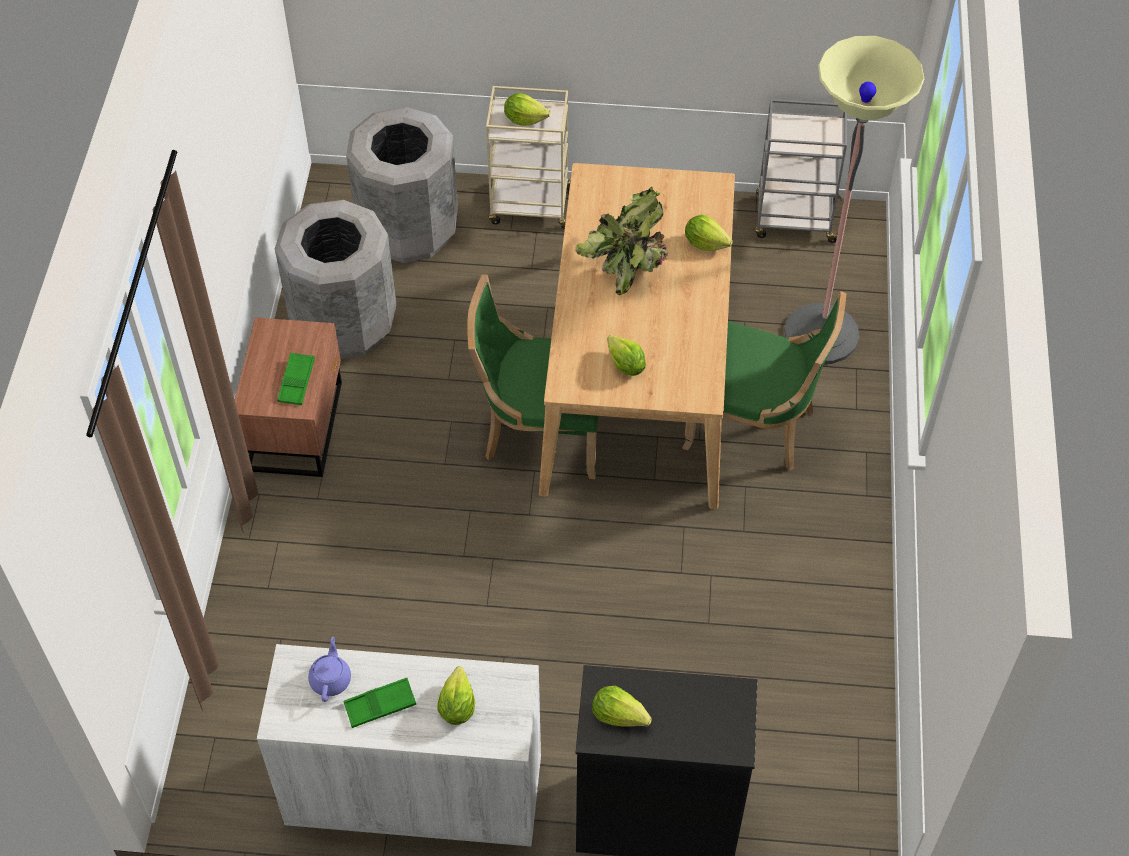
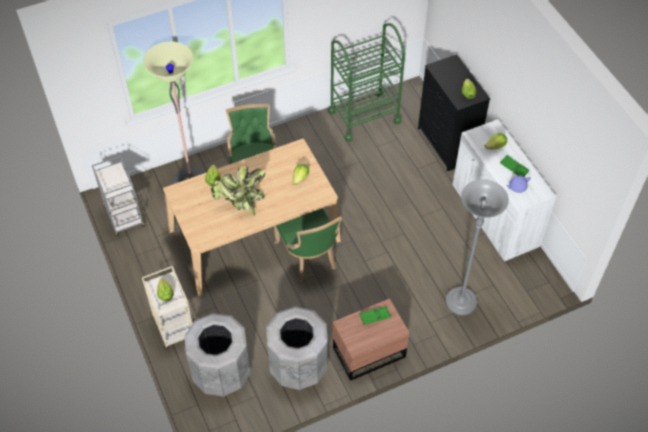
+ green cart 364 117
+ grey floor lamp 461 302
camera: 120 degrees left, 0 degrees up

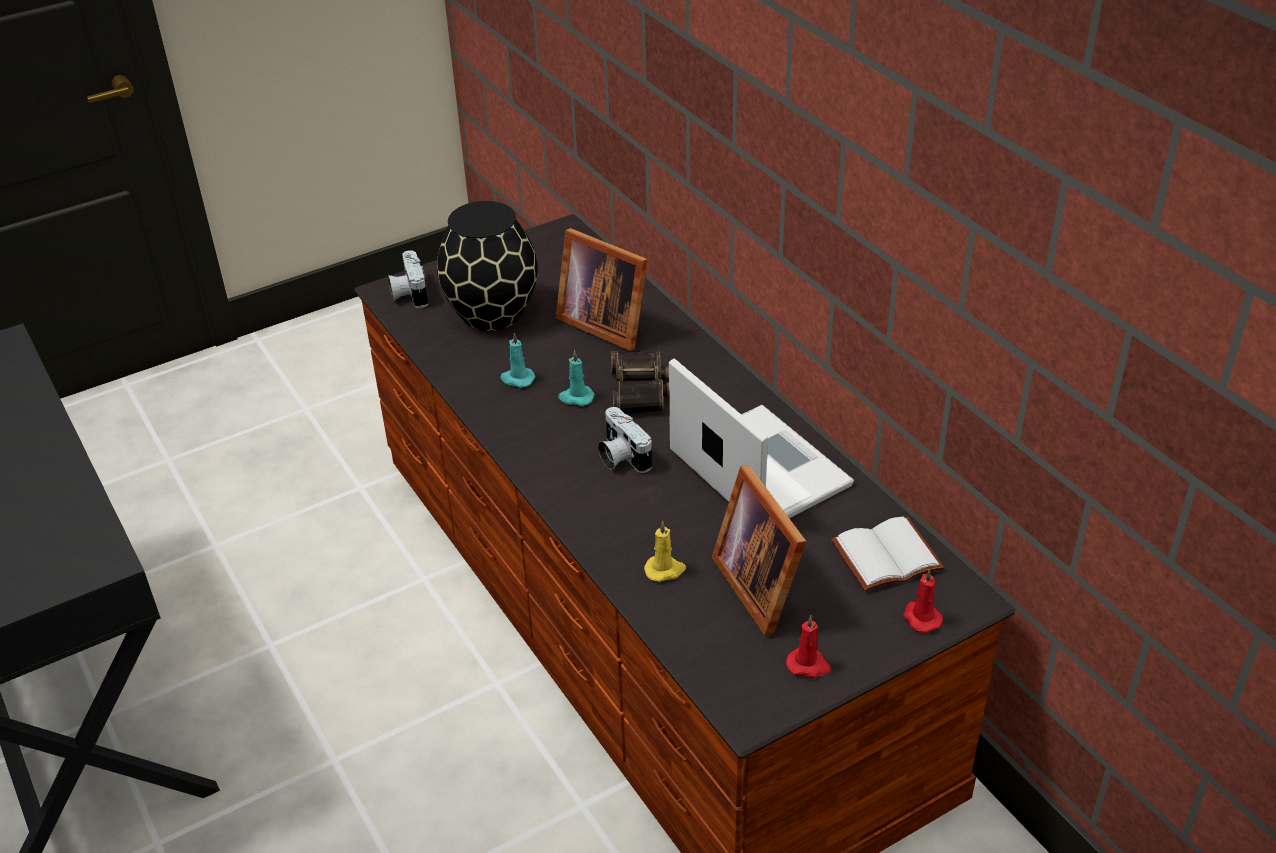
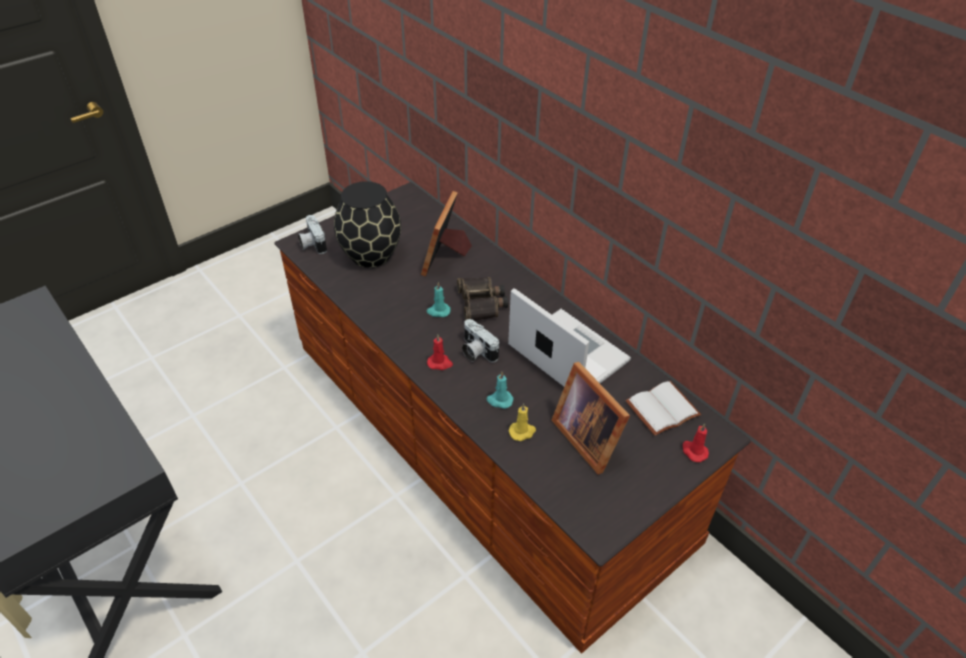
~ turquoise candle 517 379 to 499 400
~ picture frame 604 323 = 446 257 75 degrees clockwise
~ red candle 809 665 to 440 363
camera: 10 degrees left, 5 degrees up

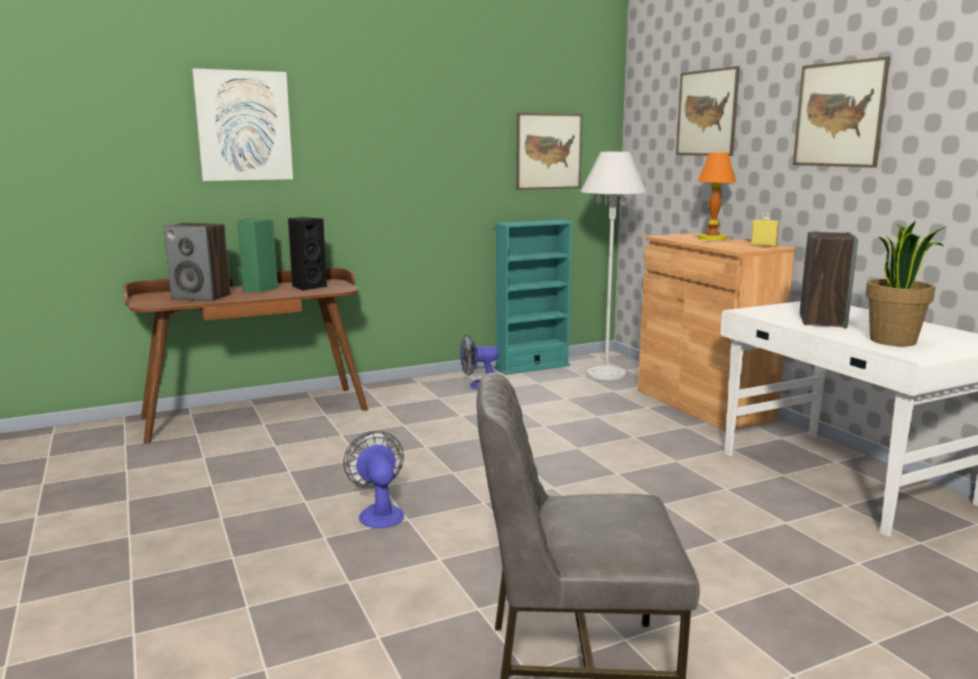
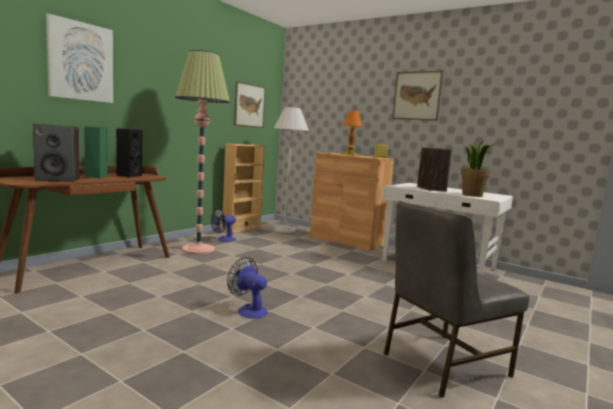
~ turquoise bookcase 532 367 to beige bookcase 241 229
- picture 707 113
+ floor lamp 198 249
camera: 30 degrees left, 5 degrees down

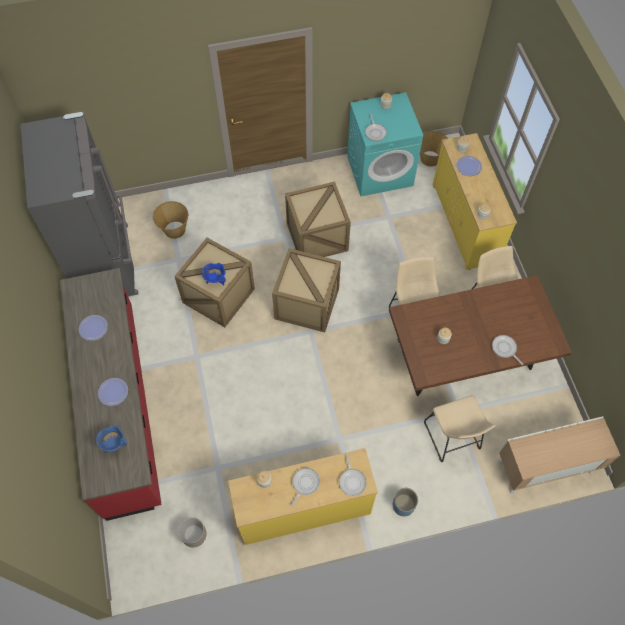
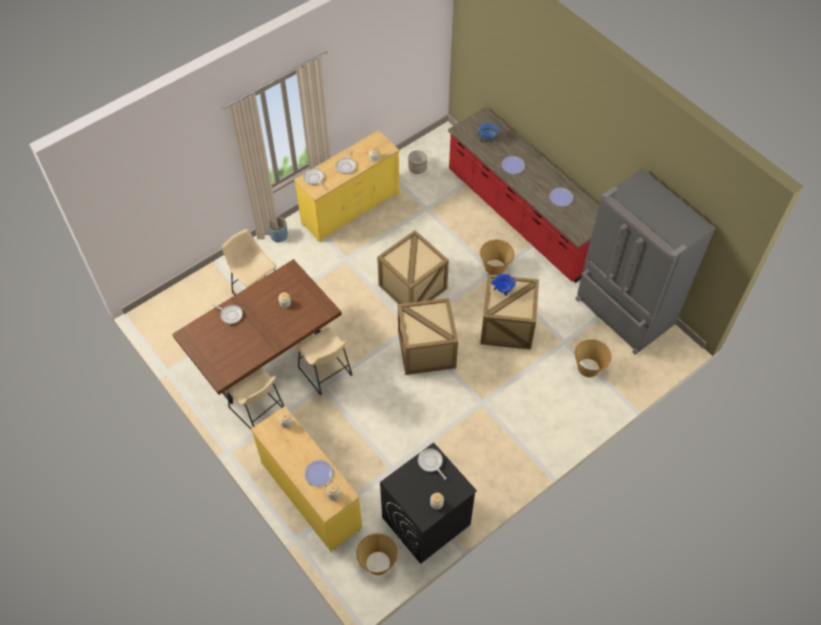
~ crate 318 237 to 411 286
~ turquoise washing machine 380 171 to black washing machine 426 521
- cabinet 545 468
+ basket 495 267
camera: 155 degrees right, 5 degrees down

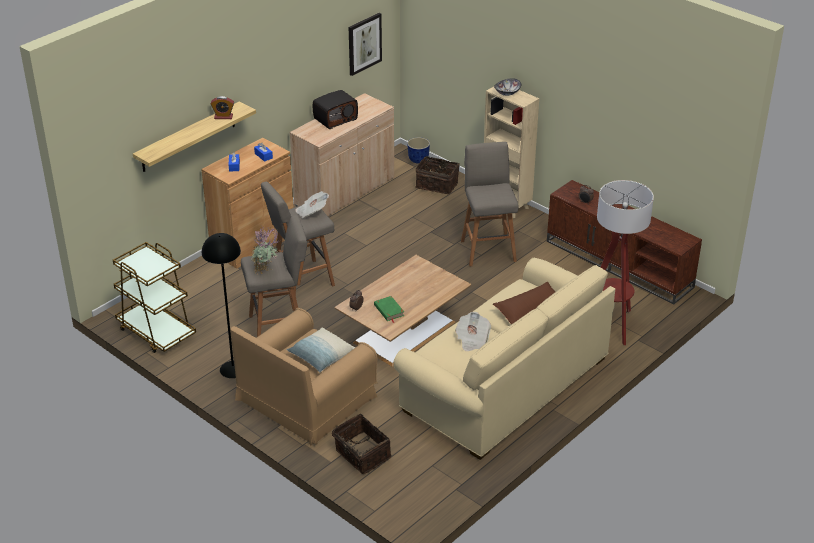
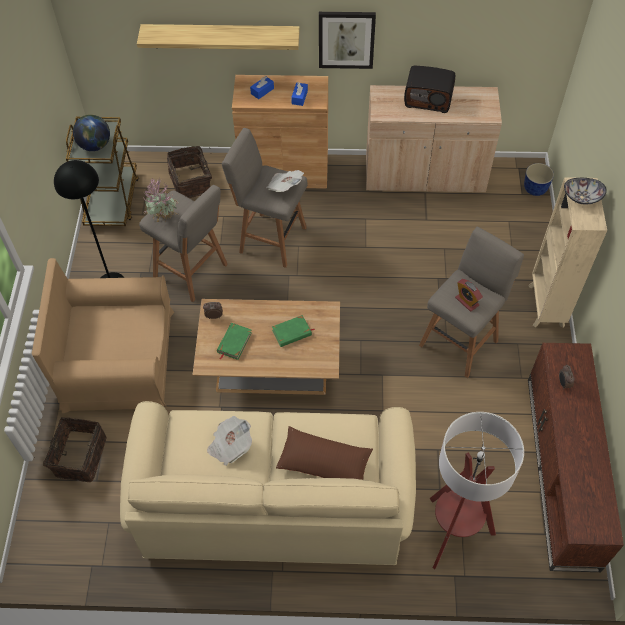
~ alarm clock 223 117 to 467 301
- pillow 321 357
~ picture 364 43 to 346 39
~ basket 437 184 to 191 181
+ globe 95 145
+ green book 292 333
camera: 50 degrees right, 20 degrees up

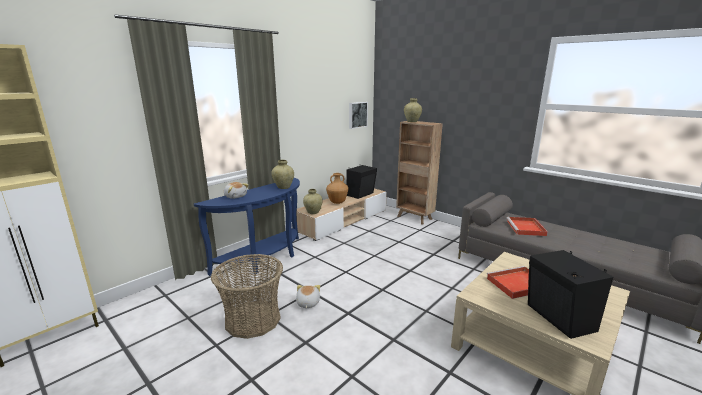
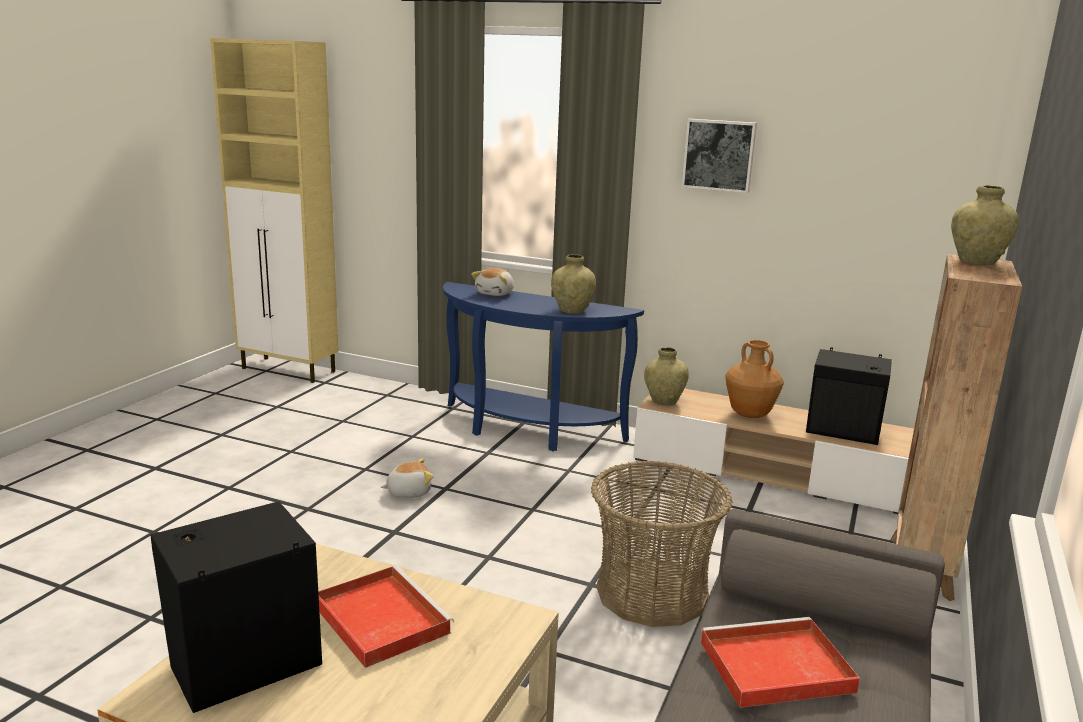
~ basket 252 319 to 652 593
~ picture 357 114 to 719 155
camera: 70 degrees right, 0 degrees up

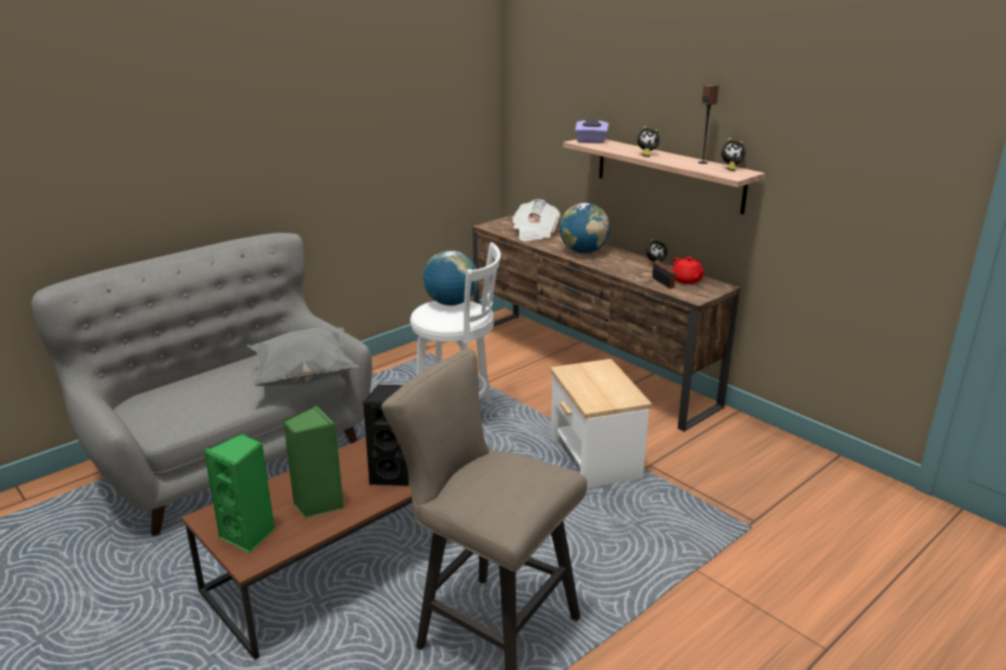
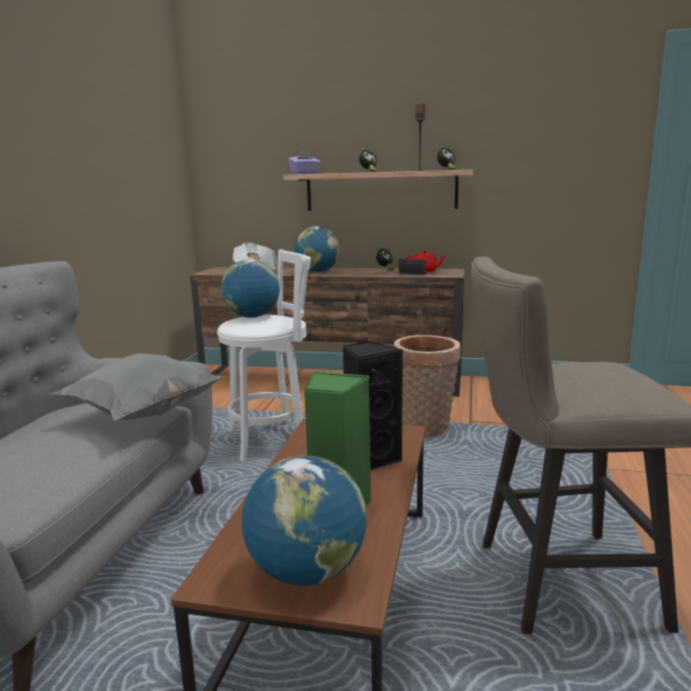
~ green speaker 250 535 to globe 307 572
~ side table 593 457 to basket 425 429
camera: 35 degrees left, 10 degrees down

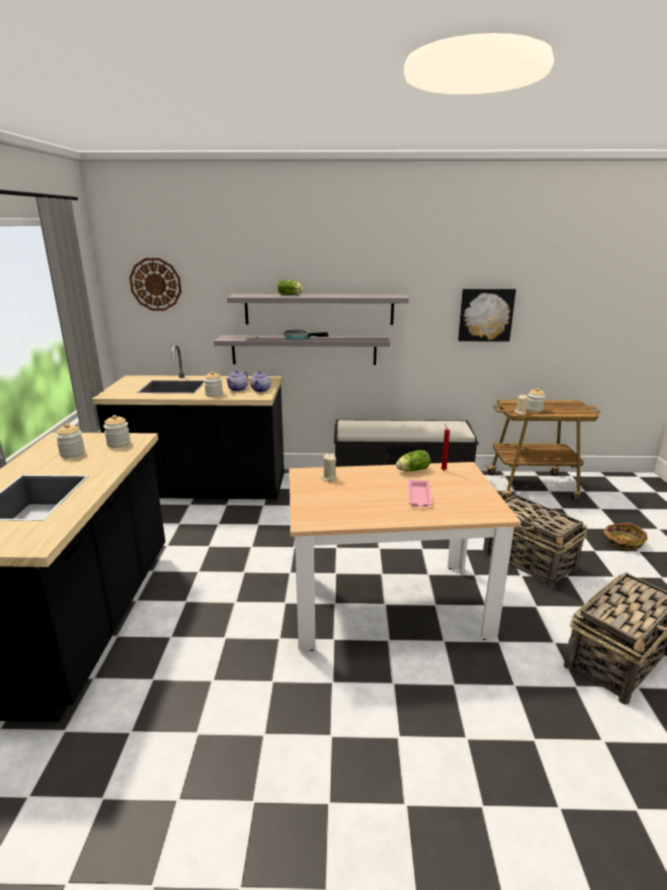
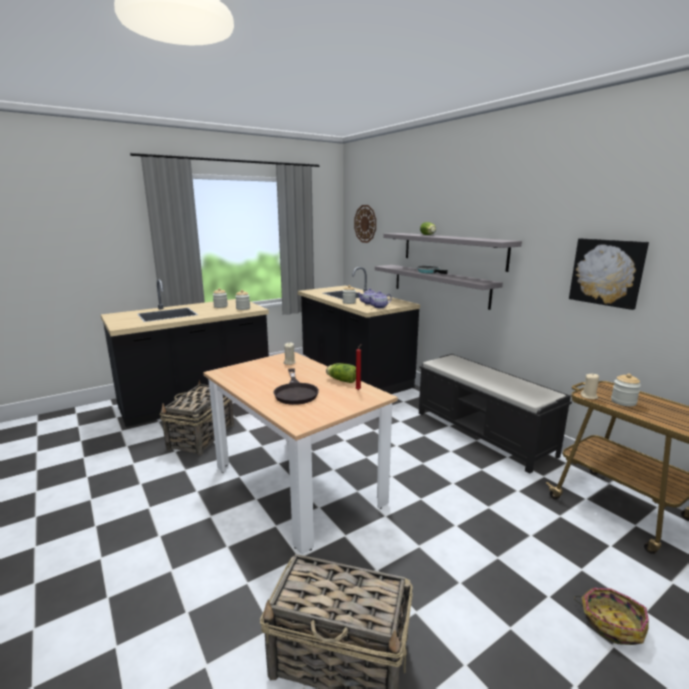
~ pink tray 419 496 to black frying pan 295 392
~ basket 529 561 to 201 436
camera: 55 degrees right, 5 degrees down

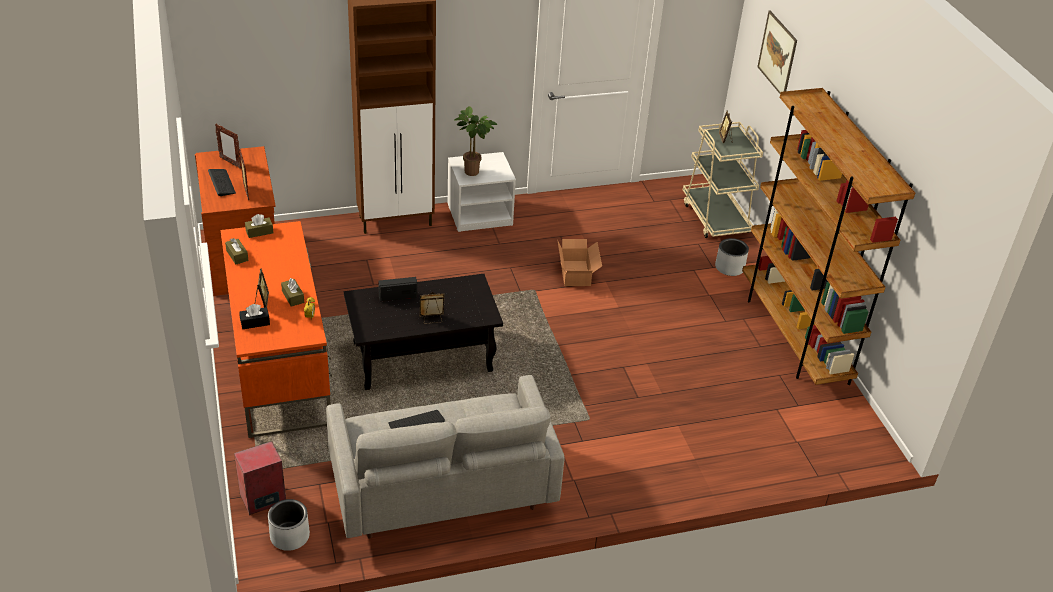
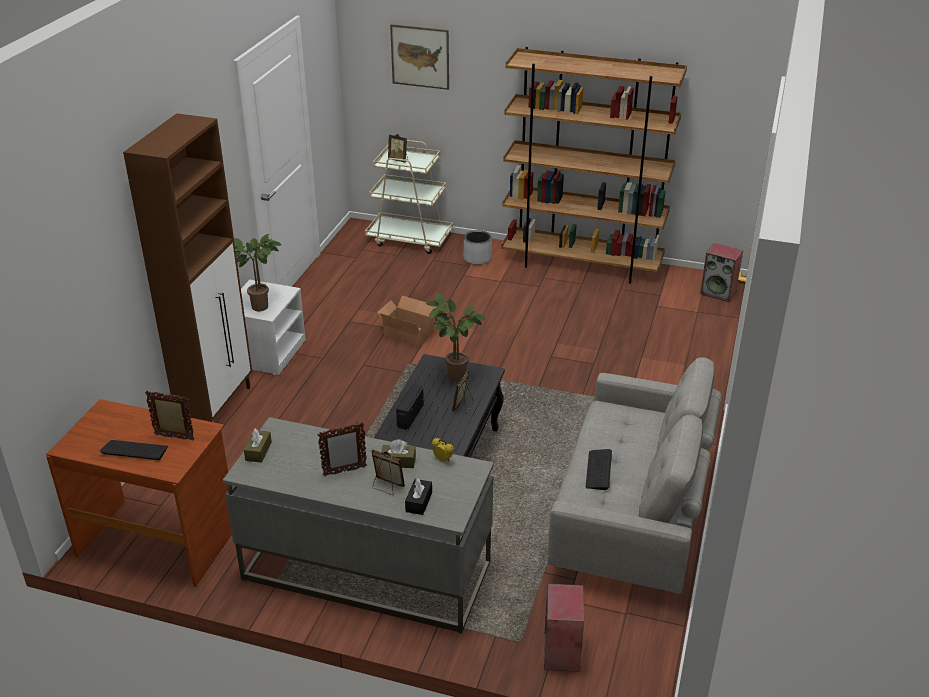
~ picture frame 230 163 to 344 471
~ orange desk 279 365 to grey desk 365 571
- brown tissue box 237 255
- grey planter 289 536
+ potted plant 453 378
+ speaker 718 292
camera: 55 degrees left, 5 degrees down

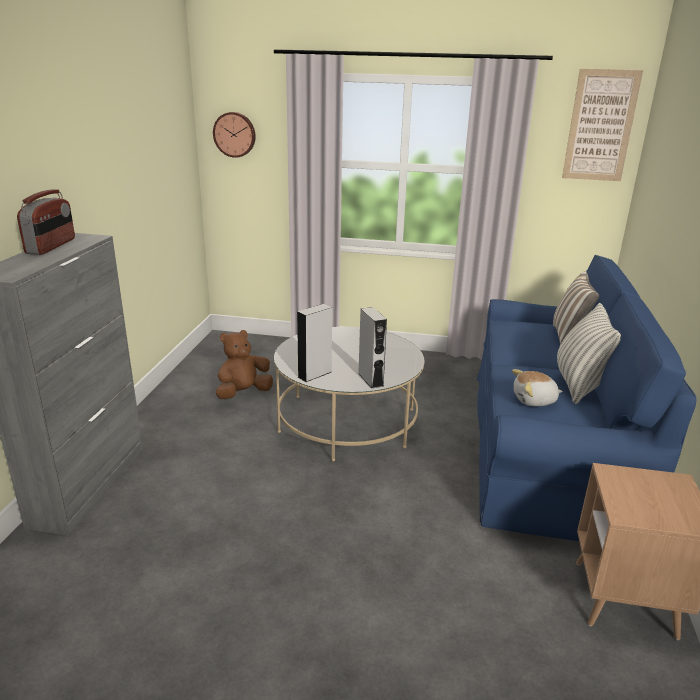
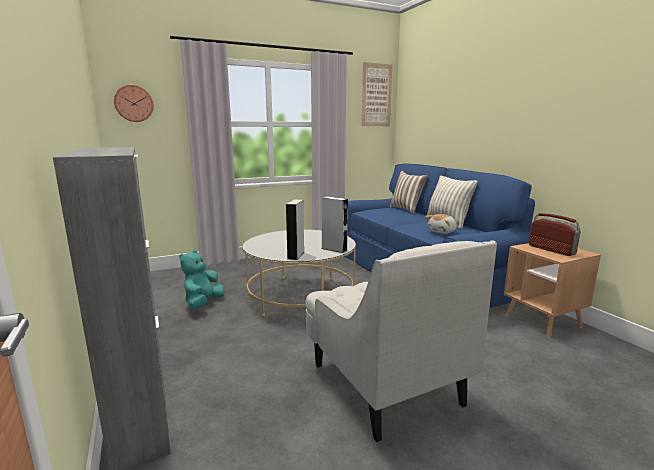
~ radio 51 246 to 551 250
~ brown plush toy 243 393 to turquoise plush toy 203 303
+ white armchair 384 383
camera: 35 degrees left, 10 degrees down

